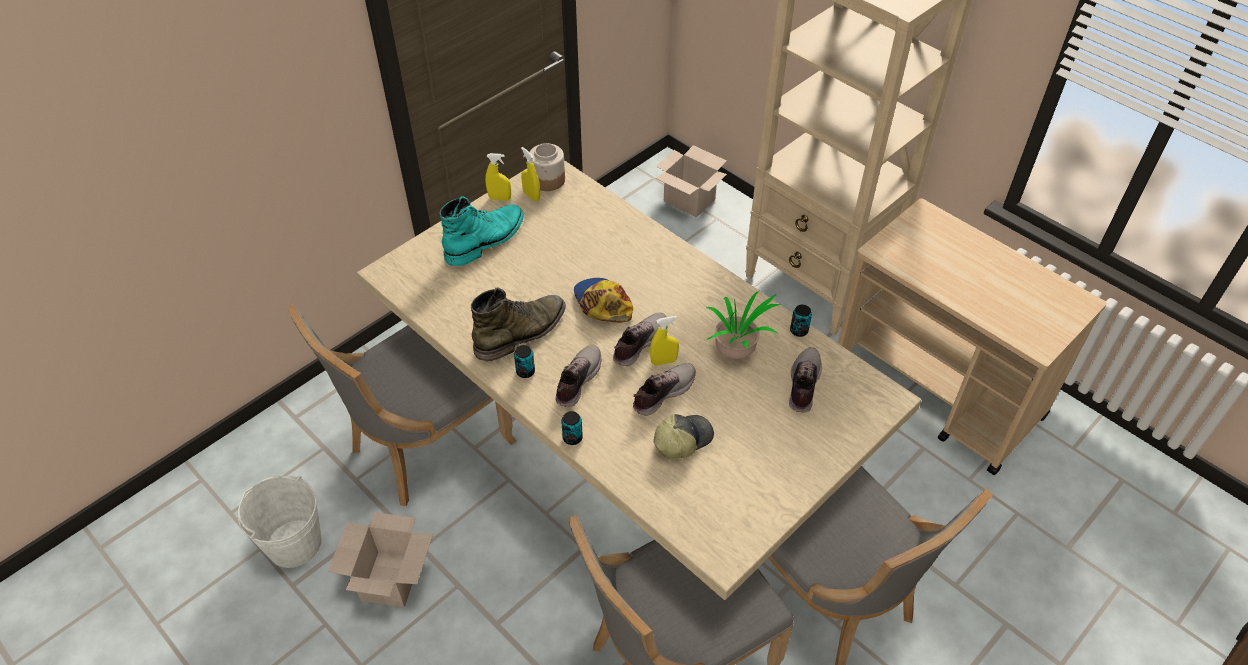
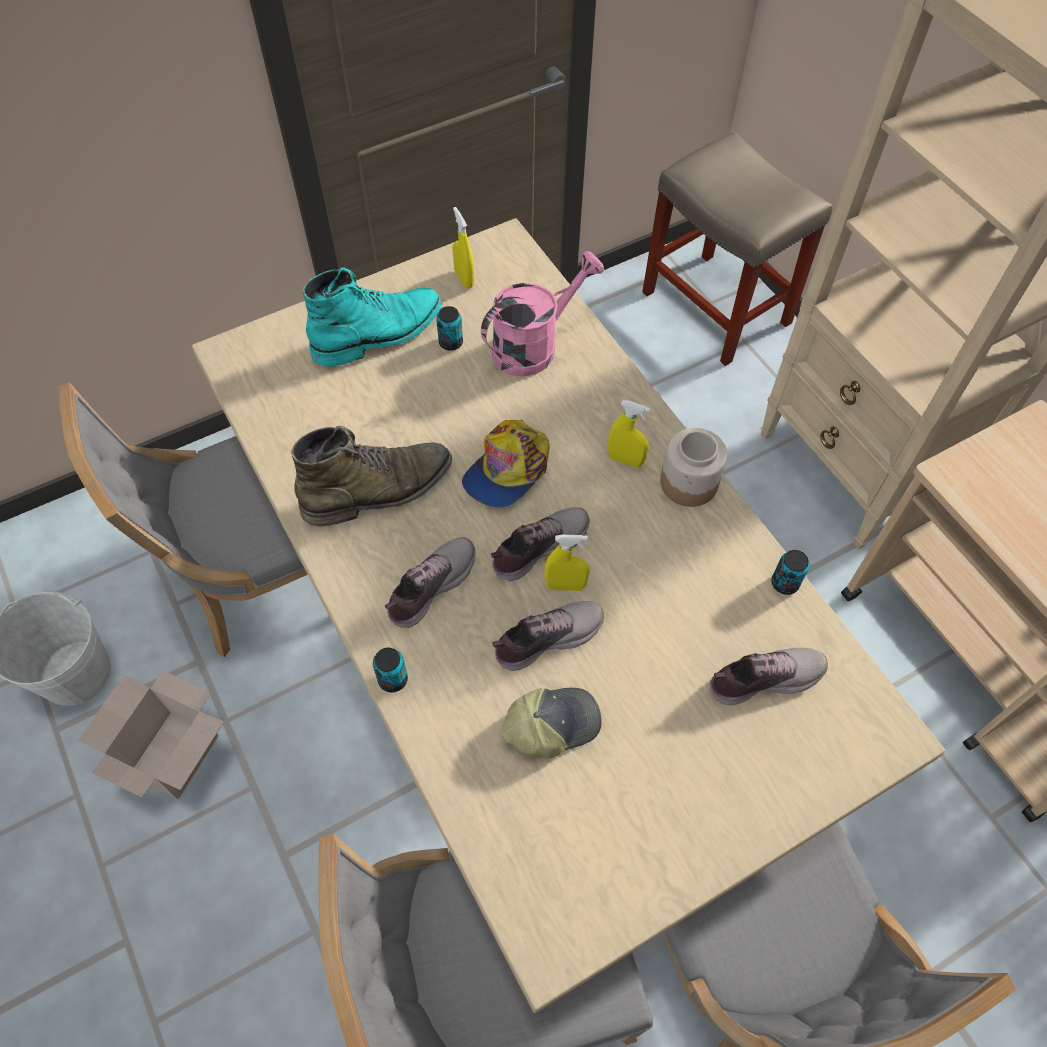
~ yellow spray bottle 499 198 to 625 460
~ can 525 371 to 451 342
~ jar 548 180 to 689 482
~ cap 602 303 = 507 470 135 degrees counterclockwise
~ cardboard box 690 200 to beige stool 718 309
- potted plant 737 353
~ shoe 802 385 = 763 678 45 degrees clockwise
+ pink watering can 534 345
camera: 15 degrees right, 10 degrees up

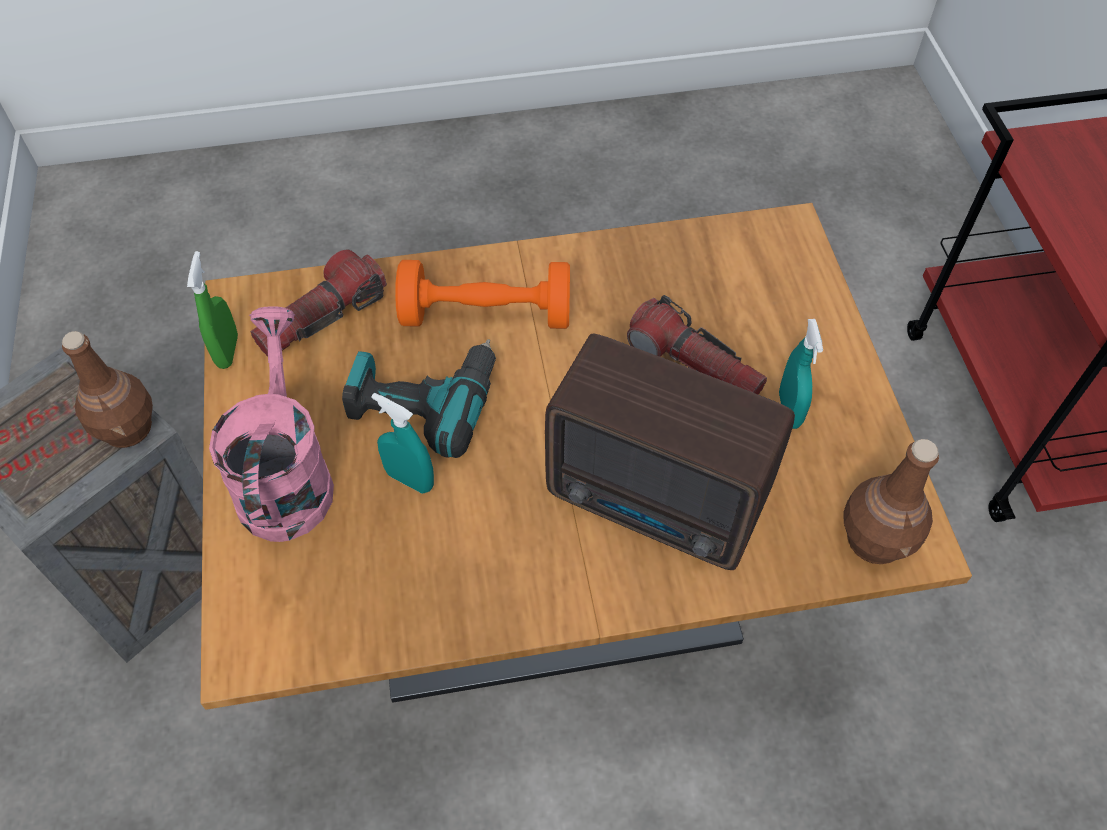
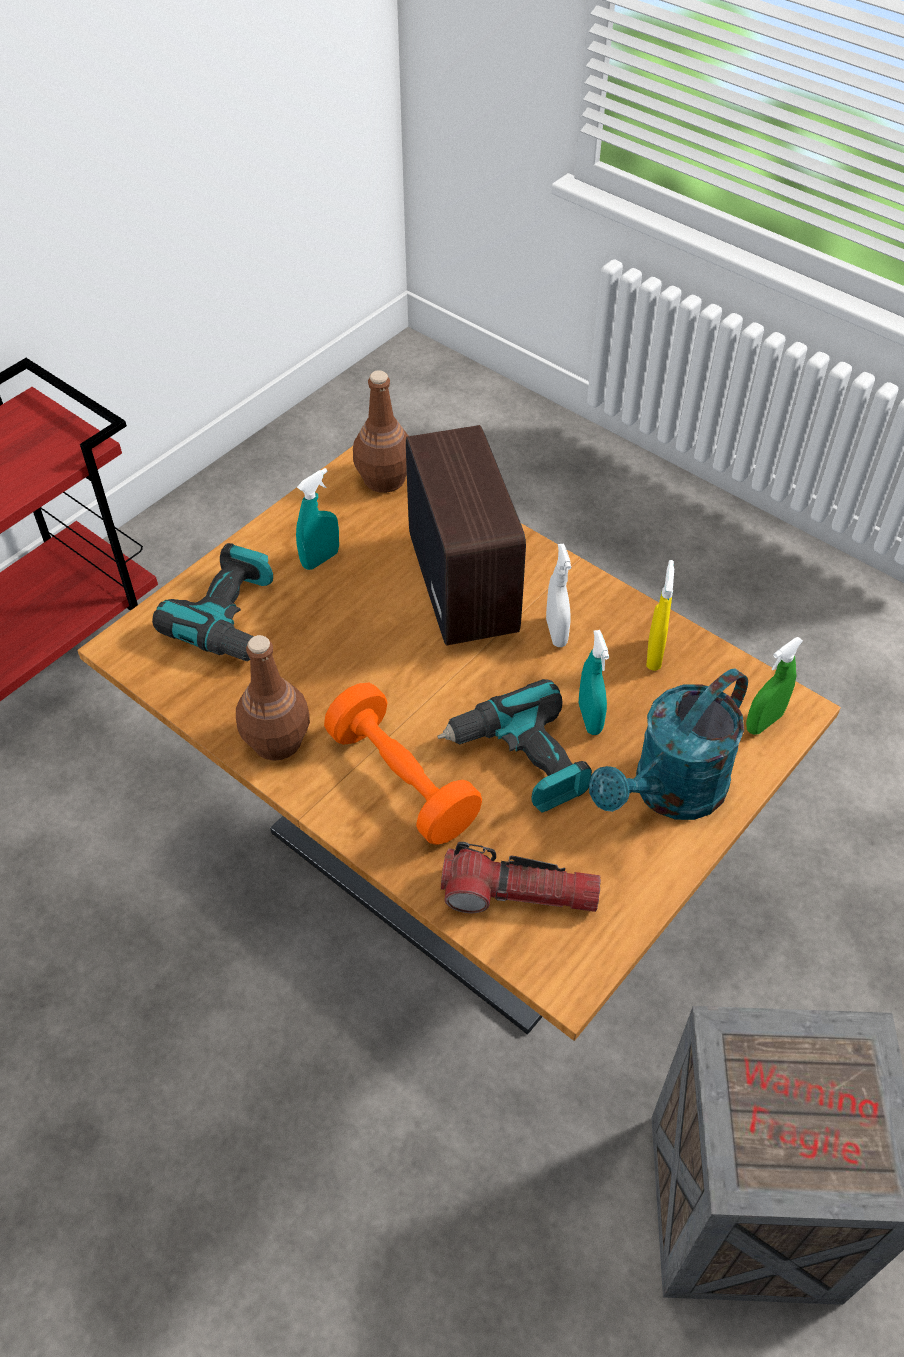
~ brown bottle 128 427 to 276 740
~ green spray bottle 227 351 to 763 722
~ pink watering can 286 475 to turquoise watering can 669 793
- flashlight 694 365
+ power drill 233 618
+ white spray bottle 556 632
+ yellow spray bottle 654 655
camera: 130 degrees left, 5 degrees down

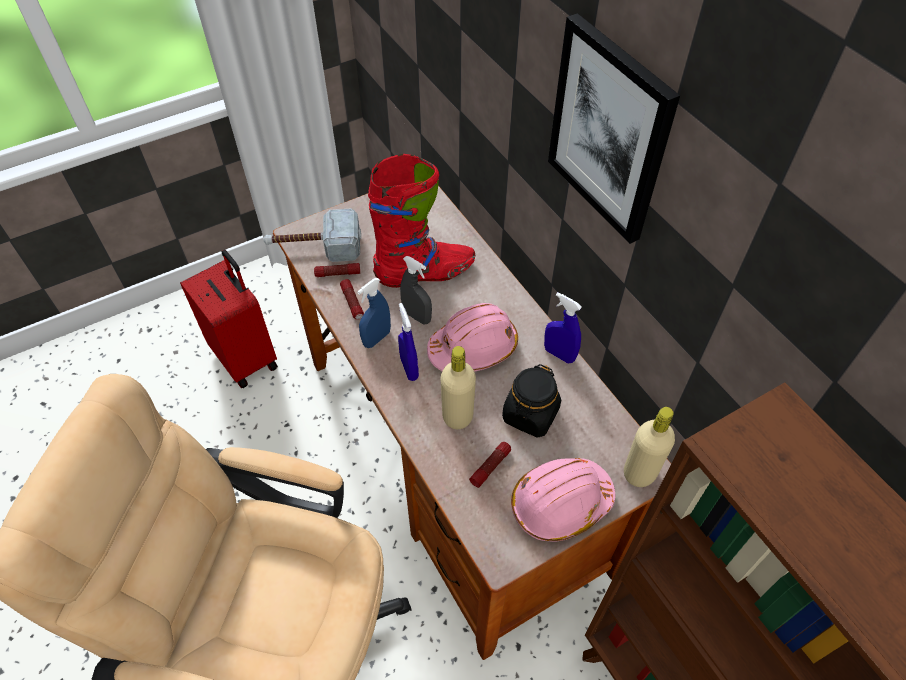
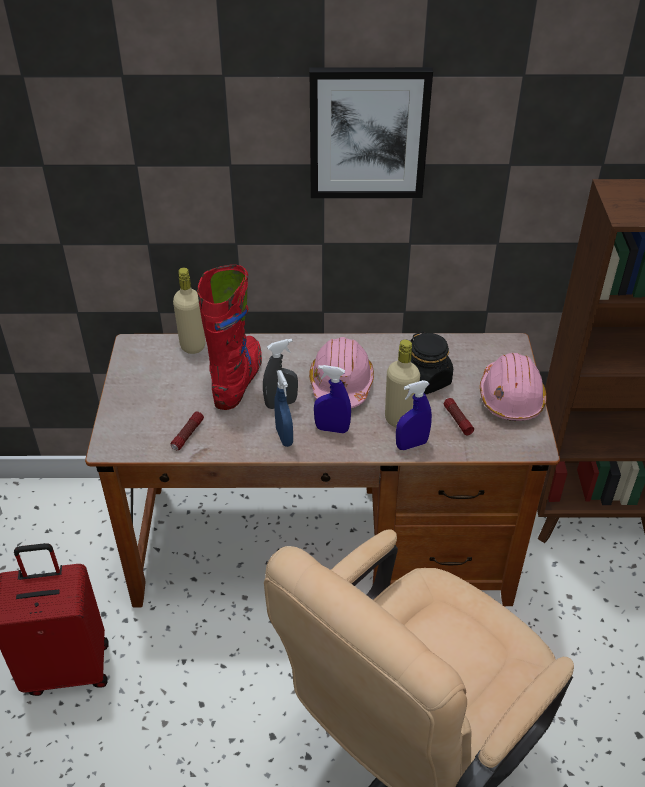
- hammer 314 247
- flashlight 352 303
~ blue spray bottle 559 354 to 411 444
~ beige bottle 639 473 to 193 346
camera: 60 degrees left, 10 degrees down

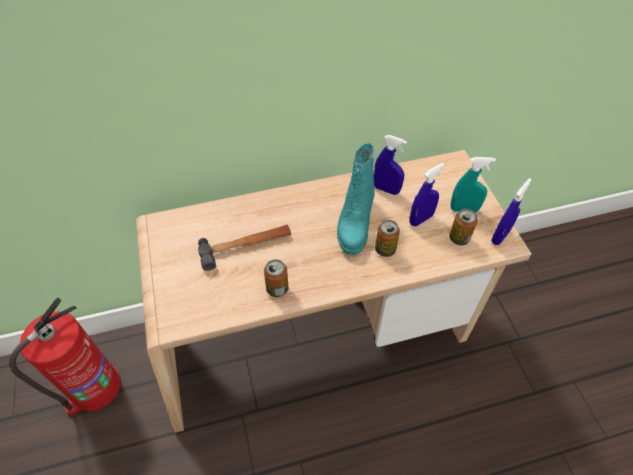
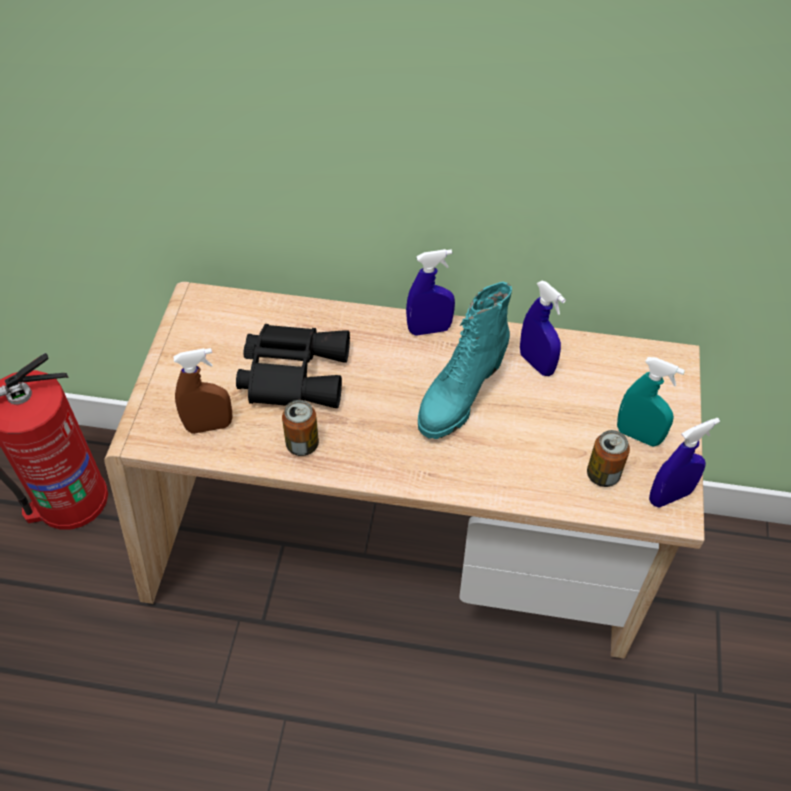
~ hammer 246 246 to black binoculars 293 372
- can 385 249
~ blue spray bottle 421 219 to 429 329
+ brown spray bottle 209 426
camera: 25 degrees right, 0 degrees up

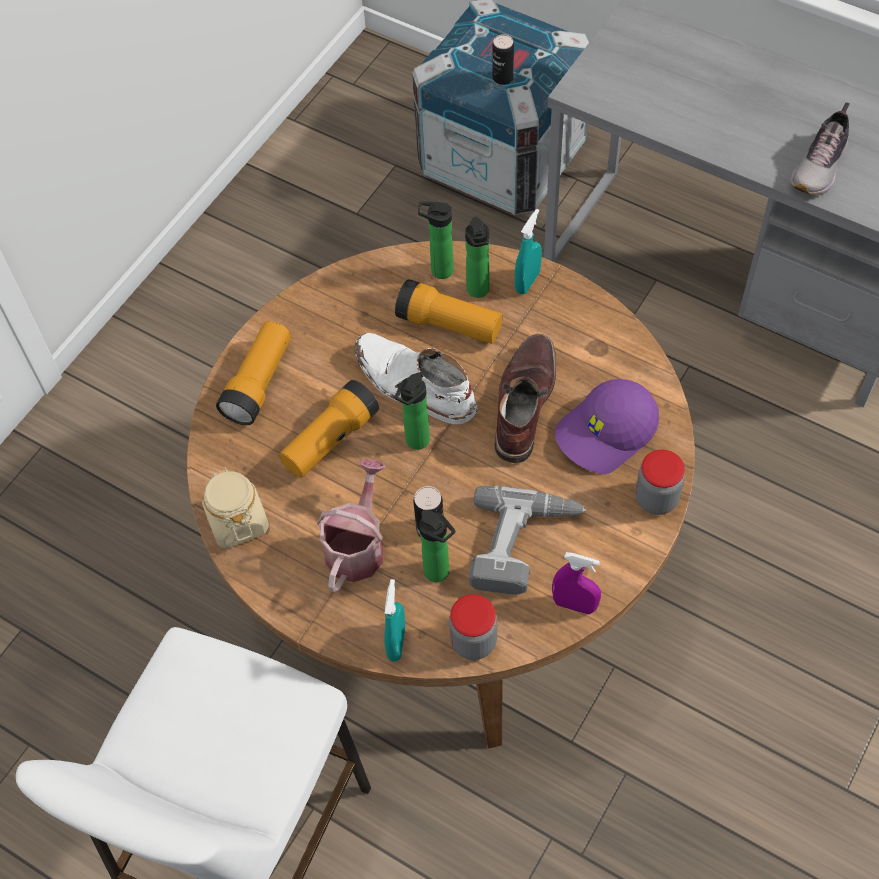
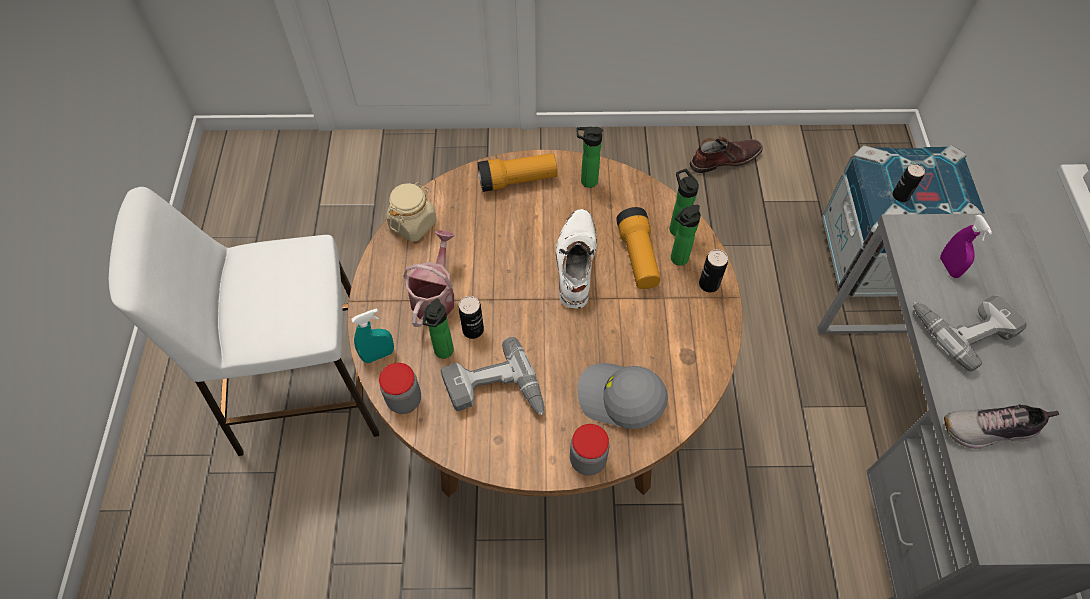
- flashlight 330 440
~ watering can 357 545 = 435 296 60 degrees counterclockwise
~ bottle 415 443 to 586 181
~ brown boot 523 403 to 724 159
~ turquoise spray bottle 527 282 to can 709 284
~ purple spray bottle 574 605 to 949 267
~ purple cap 606 433 to grey cap 620 399
+ power drill 962 326
camera: 55 degrees right, 0 degrees up

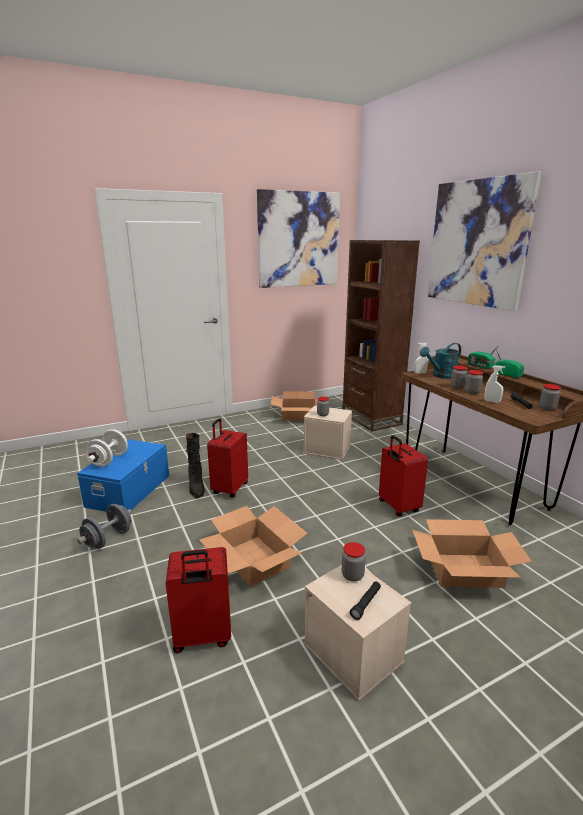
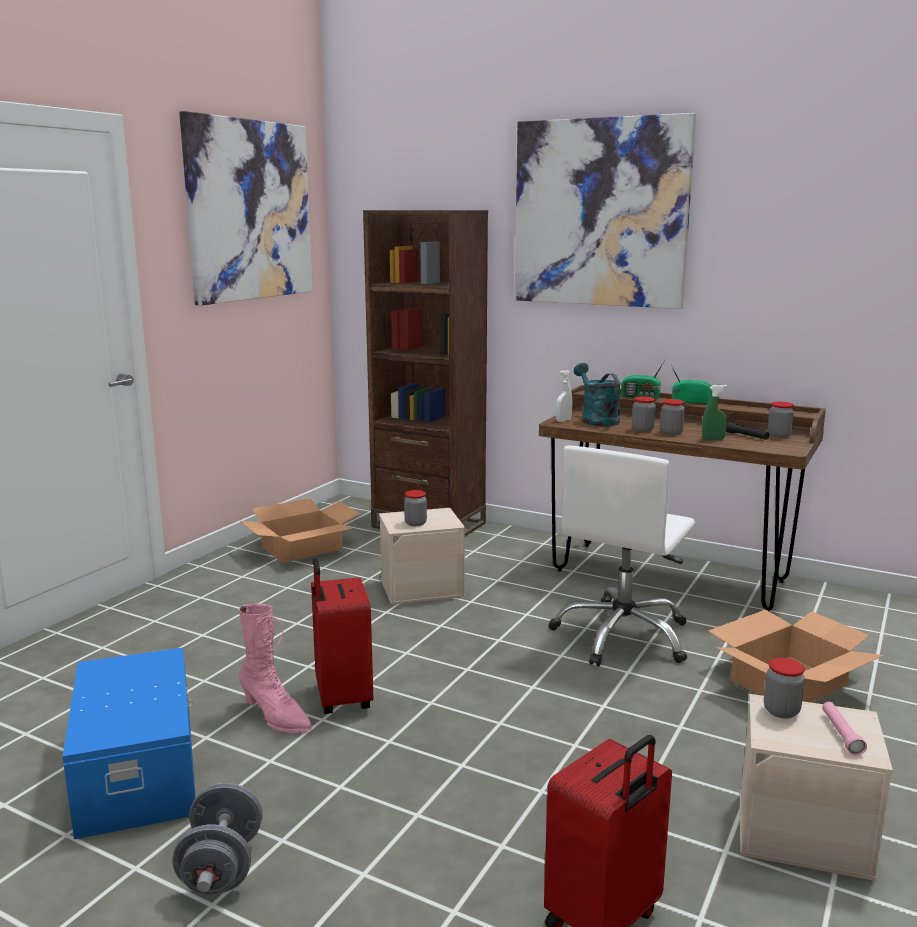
- white dumbbell 109 460
~ black boot 196 487 to pink boot 275 716
- cardboard box 254 560
~ black flashlight 366 603 to pink flashlight 841 734
~ red suitcase 397 507 to white office chair 623 636
~ turquoise watering can 441 376 = 596 420 135 degrees clockwise
~ white spray bottle 492 401 to green spray bottle 713 439
camera: 35 degrees left, 5 degrees down

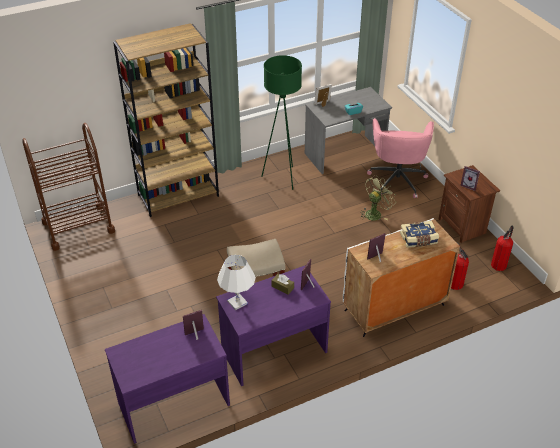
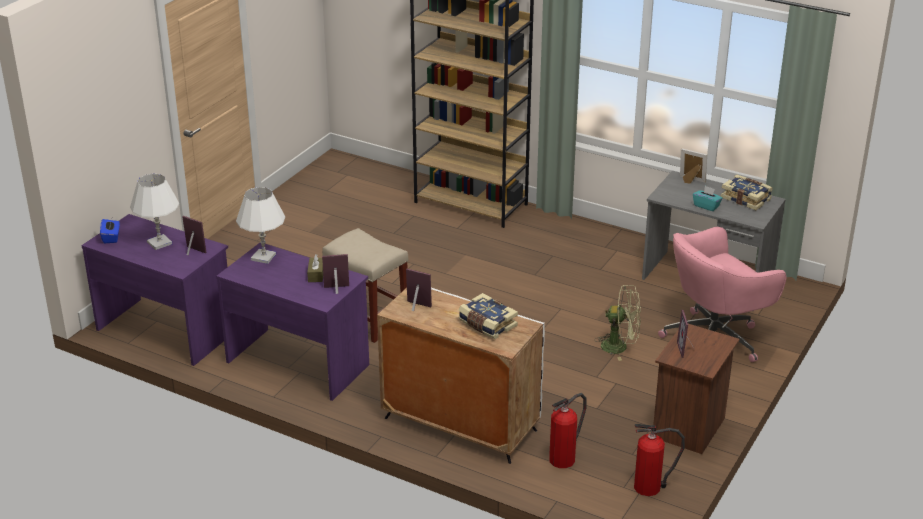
- brown cart 78 227
- green floor lamp 282 178
+ blue tissue box 111 237
+ white table lamp 159 243
+ book 746 198
camera: 55 degrees right, 10 degrees down

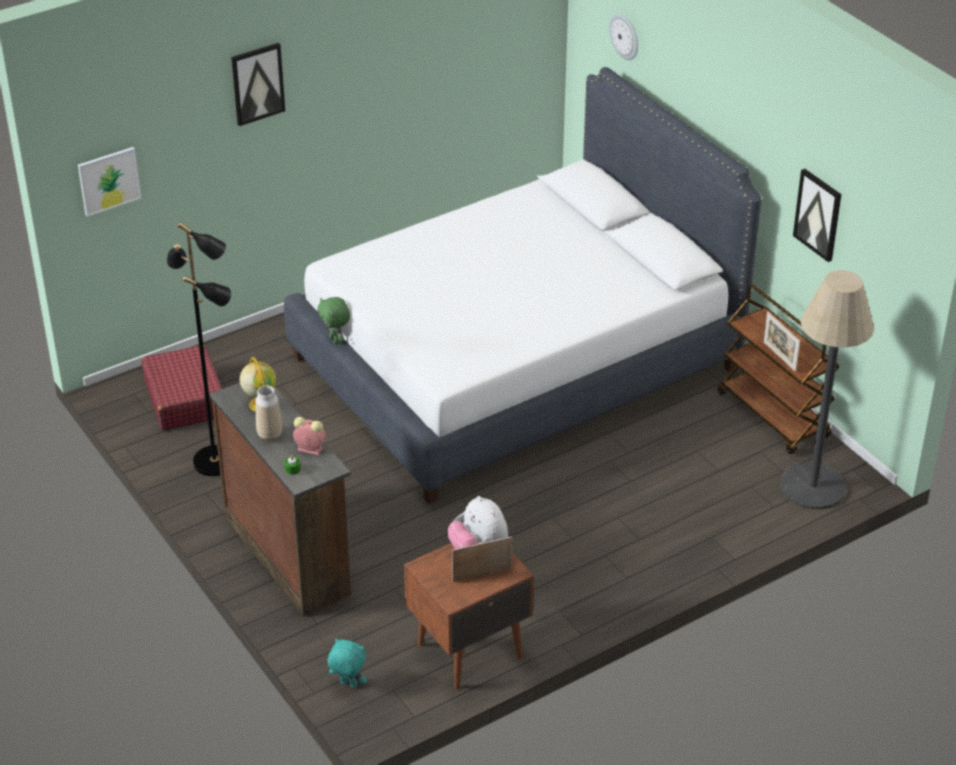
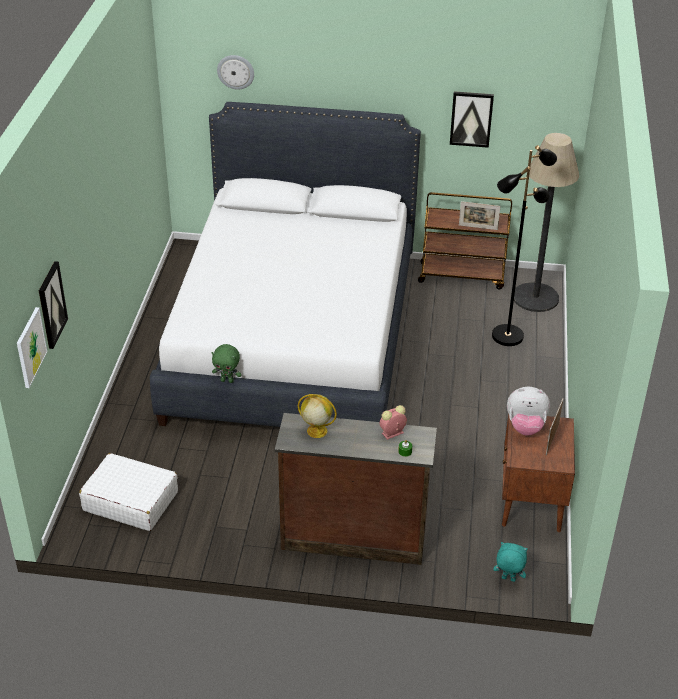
~ red suitcase 185 399 to white suitcase 130 501
~ black floor lamp 216 461 to 507 335
~ picture 257 83 to 51 305
- vase 269 434
~ turquoise plush toy 348 685 = 508 579 45 degrees clockwise
camera: 50 degrees left, 0 degrees up

